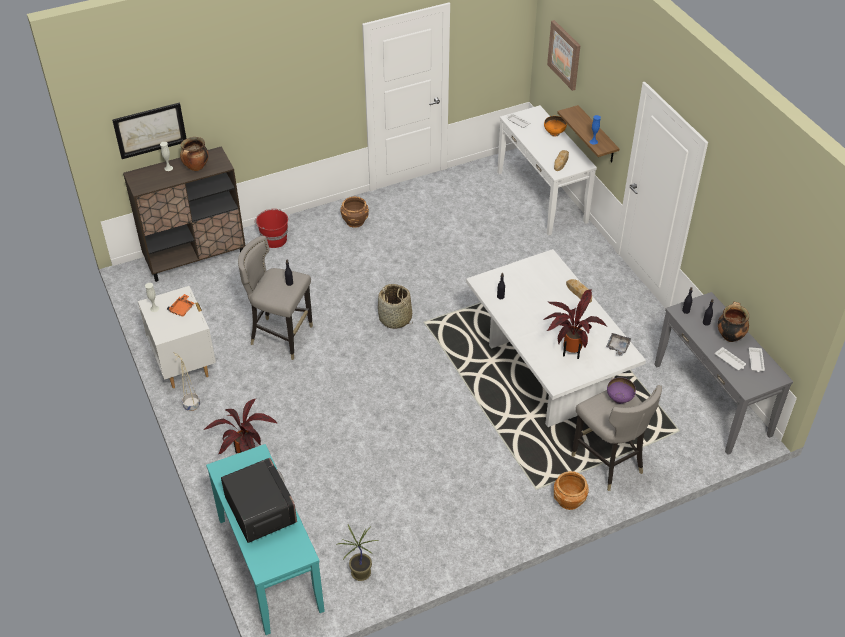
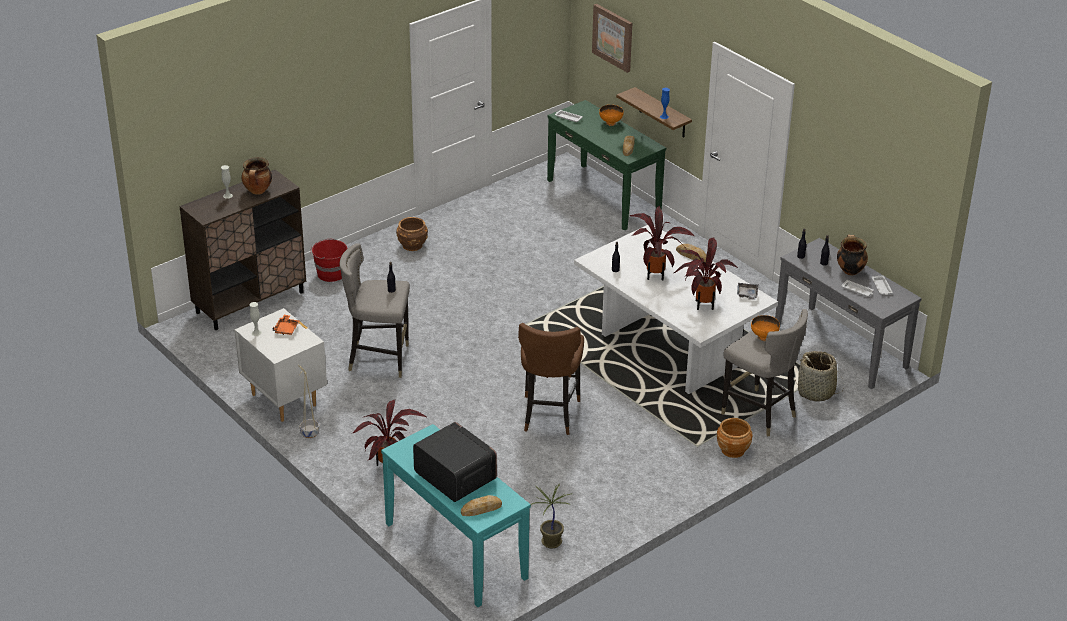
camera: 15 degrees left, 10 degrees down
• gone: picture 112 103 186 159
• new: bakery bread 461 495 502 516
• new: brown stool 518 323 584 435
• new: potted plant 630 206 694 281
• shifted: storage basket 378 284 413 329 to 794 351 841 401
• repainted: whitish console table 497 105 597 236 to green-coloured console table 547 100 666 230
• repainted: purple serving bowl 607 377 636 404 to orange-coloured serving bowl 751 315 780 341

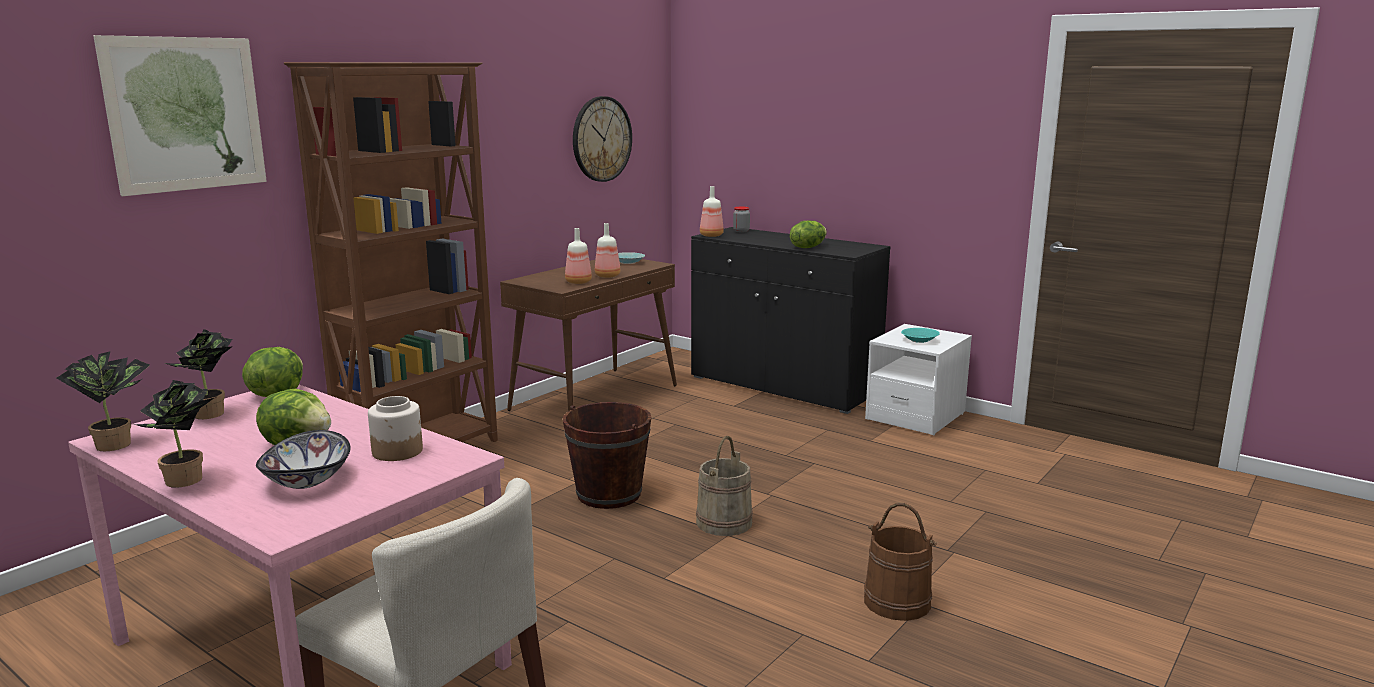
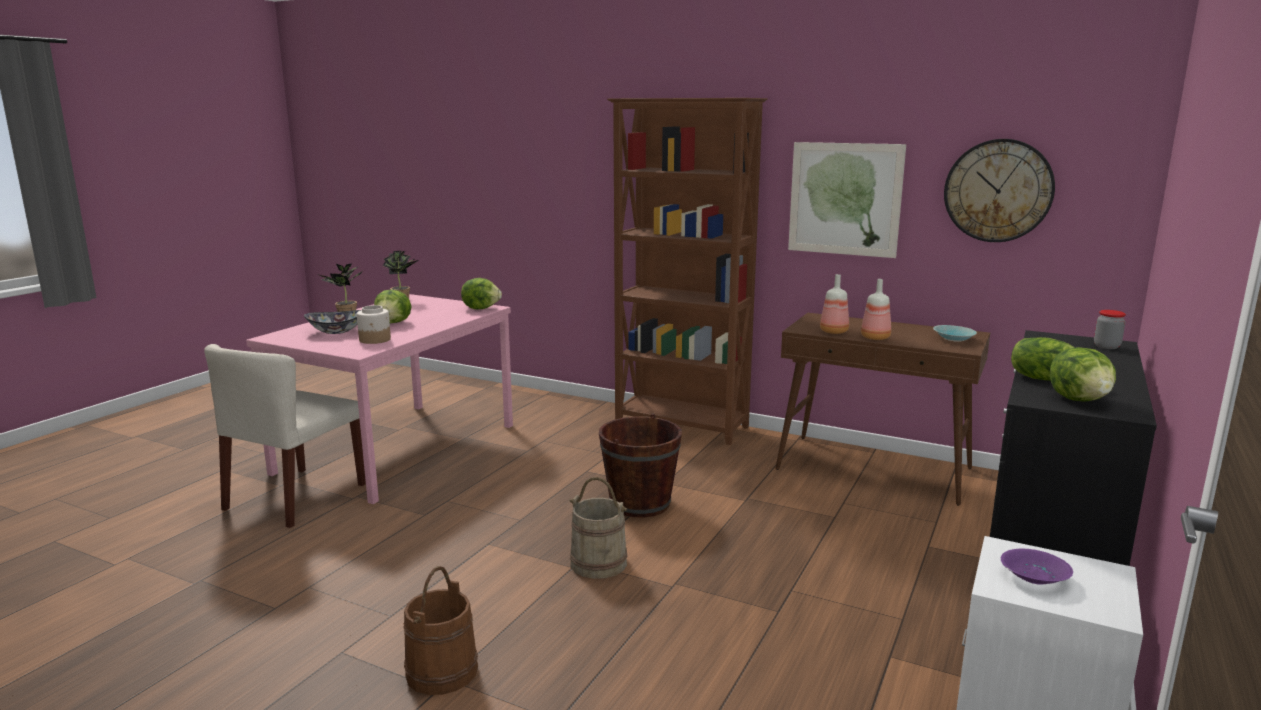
camera: 80 degrees right, 0 degrees up
• gone: potted plant 165 329 233 419
• gone: beverage bottle 700 186 724 237
• new: lettuce 1050 347 1116 402
• shifted: picture 94 35 267 196 to 788 142 906 258
• repainted: turquoise-coloured serving bowl 901 328 940 343 to purple serving bowl 1001 549 1073 584

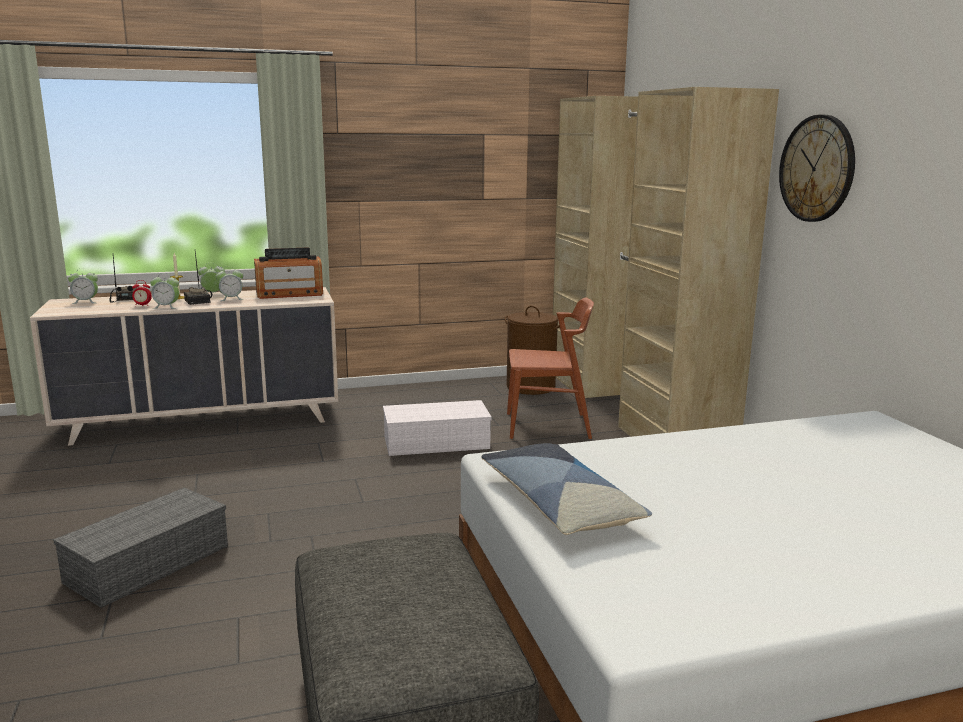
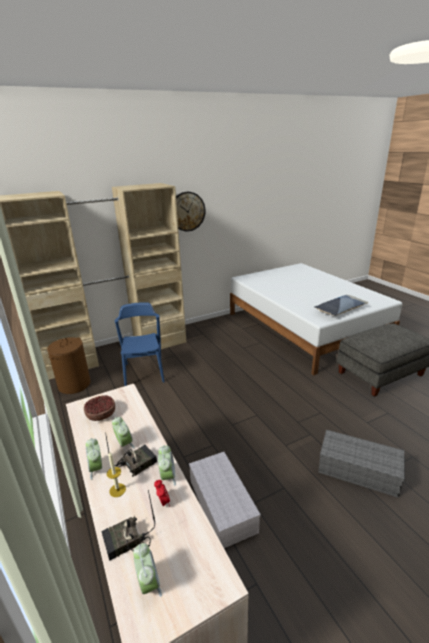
camera: 100 degrees left, 10 degrees up
• shifted: whitish storage bin 383 400 492 456 to 189 452 261 548
• swapped: radio 254 247 323 299 to serving bowl 84 395 115 421
• repainted: brown upright chair 507 297 594 439 to blue-coloured upright chair 115 302 165 386

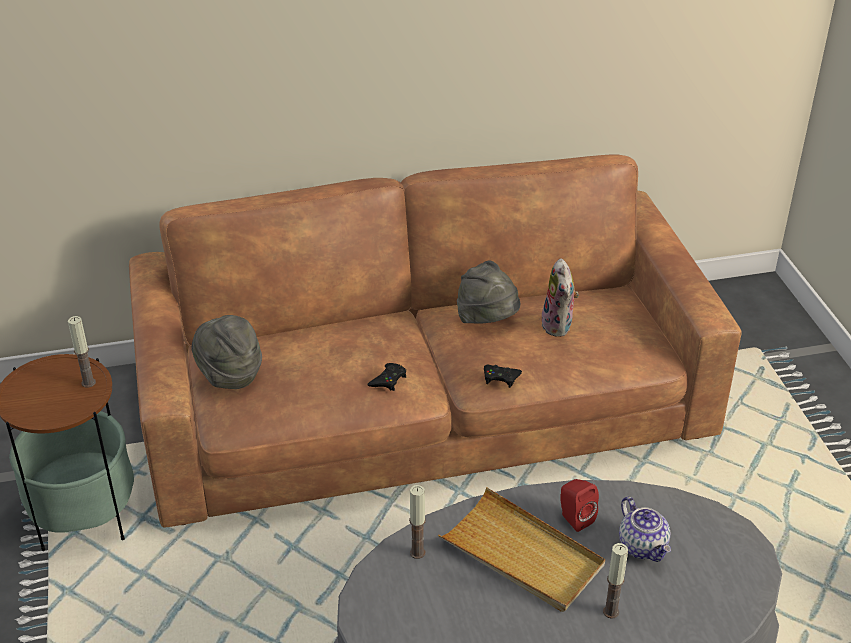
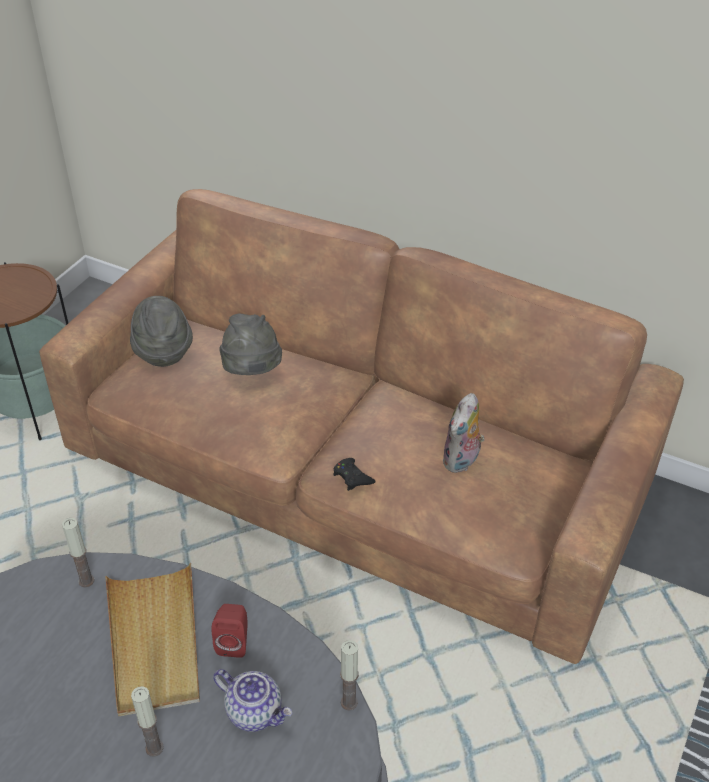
camera: 40 degrees right, 5 degrees up
• gone: black joypad 367 363 406 391
• shifted: wax light 68 316 96 388 to 340 640 359 710
• shifted: gray hat 457 260 521 324 to 219 314 282 375
• rotated: tea pot 619 497 671 562 = 213 669 292 732 75 degrees counterclockwise

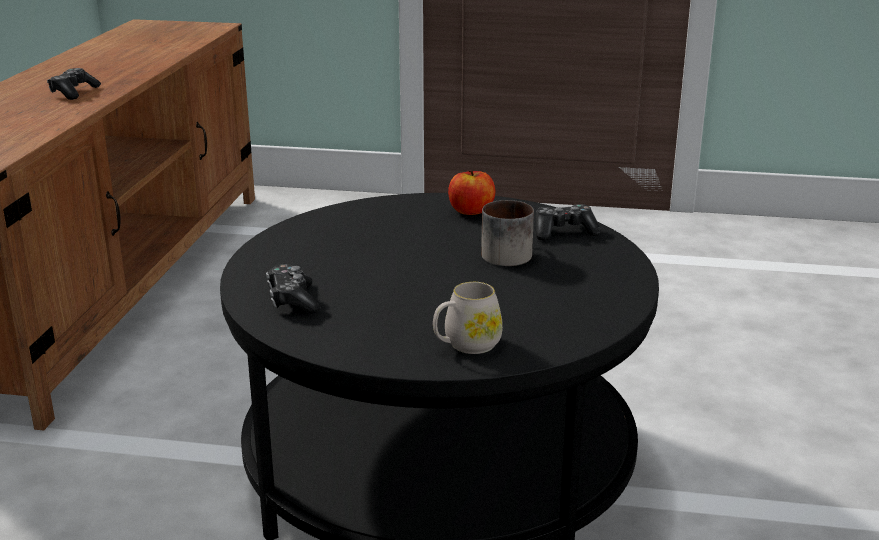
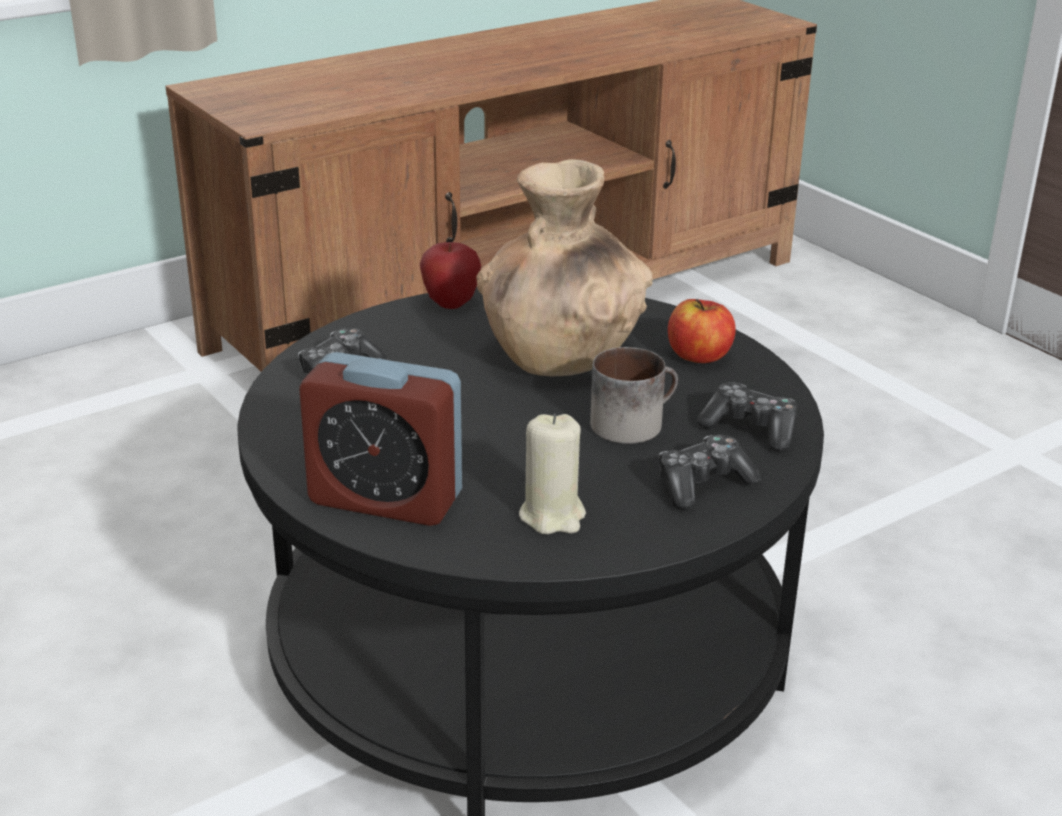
camera: 45 degrees right, 5 degrees up
• new: apple fruit 420 242 481 309
• new: brown flower vase 477 159 653 376
• new: beige wax light 519 414 586 535
• shifted: joypad 47 68 101 100 to 659 435 761 510
• swapped: whitish tea mug 433 282 503 354 to bedside clock 299 352 462 526

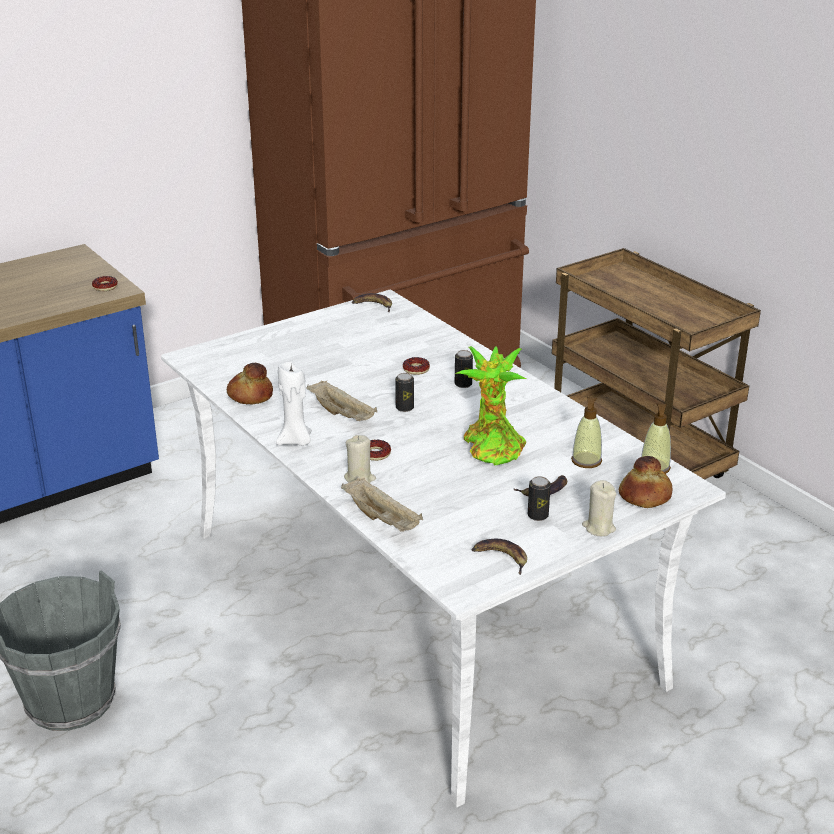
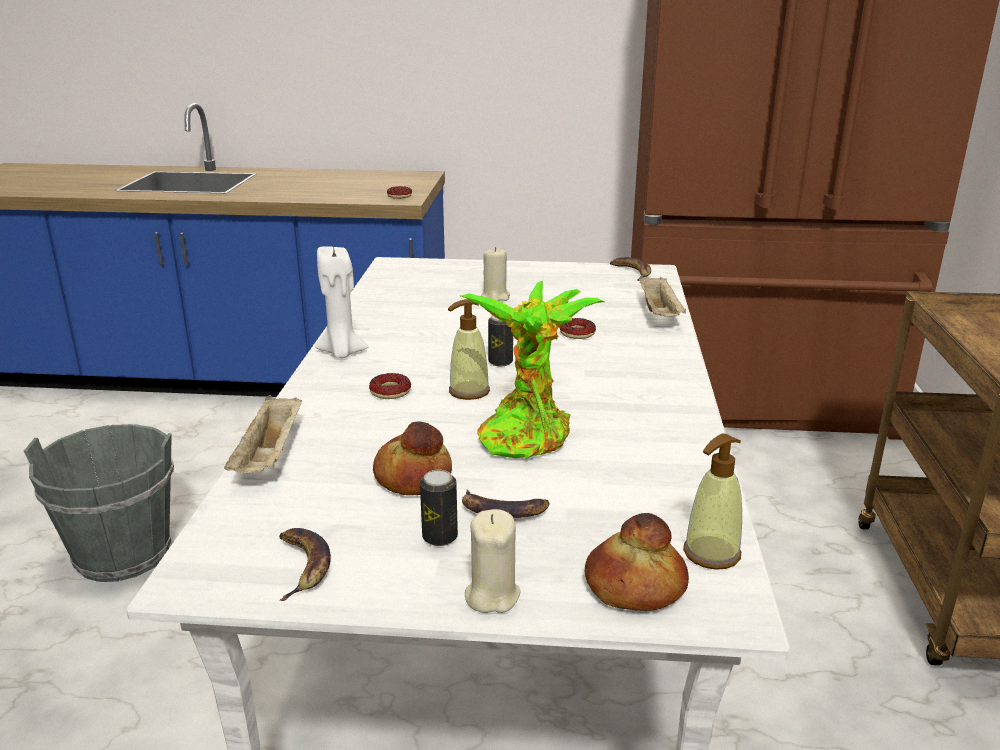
camera: 40 degrees right, 5 degrees down
• gone: can 455 350 473 388
• shifted: bakery bread 227 363 273 404 to 373 422 452 495
• shifted: beige tray 306 380 377 421 to 639 275 686 316
• shifted: beige wax light 344 435 376 483 to 481 247 510 301
• shifted: soap bottle 571 397 602 468 to 448 299 490 400

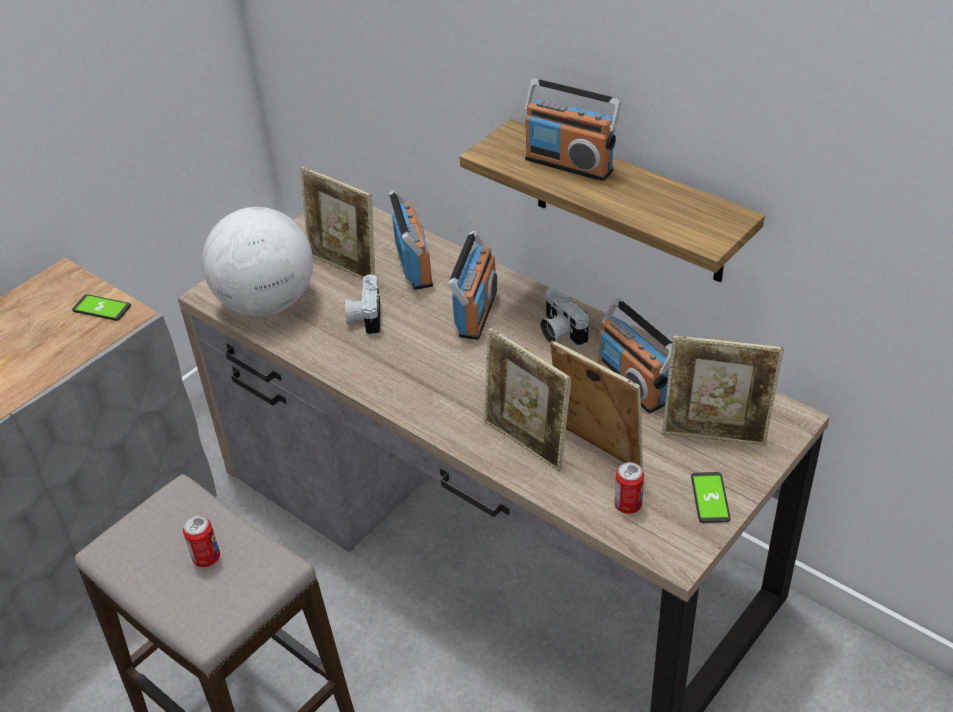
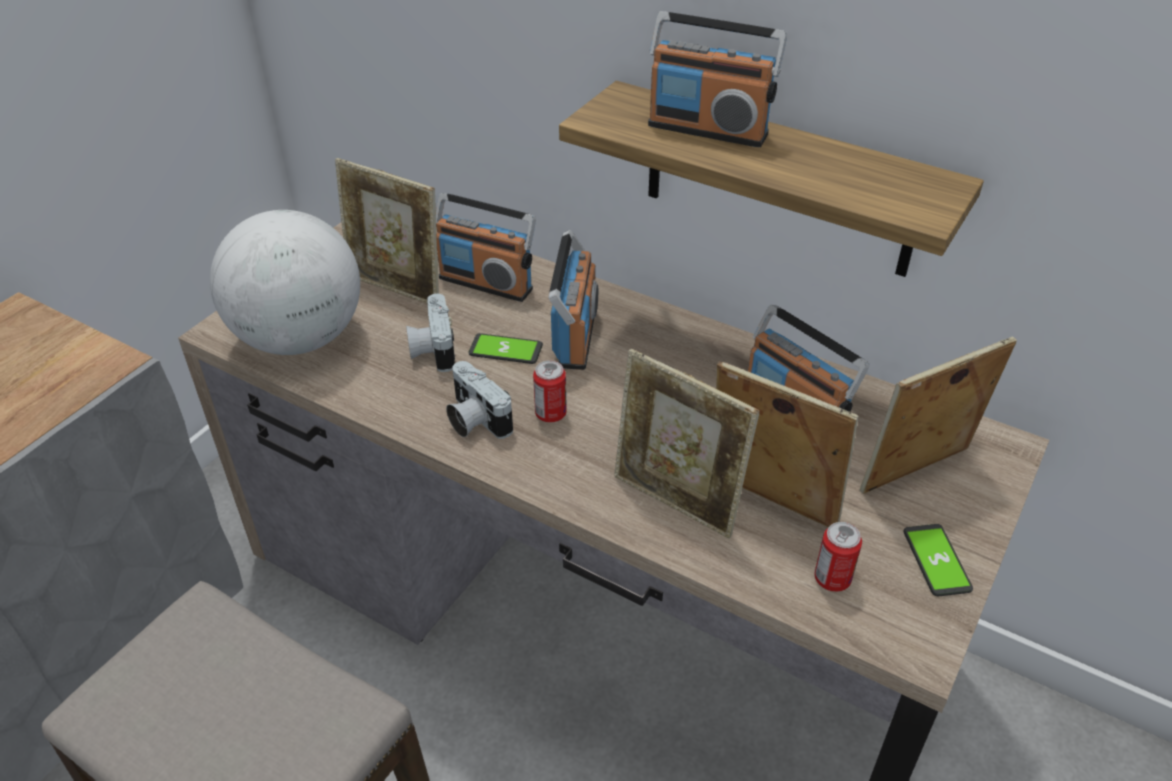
camera: 10 degrees left, 0 degrees up
• shifted: phone 72 294 131 321 to 468 333 543 364
• shifted: can 183 515 220 567 to 533 360 567 422
• shifted: still camera 540 289 589 346 to 446 361 513 439
• rotated: radio 389 190 433 290 = 436 193 536 302 135 degrees clockwise
• rotated: standing frame 662 335 784 446 = 859 337 1017 494 150 degrees clockwise

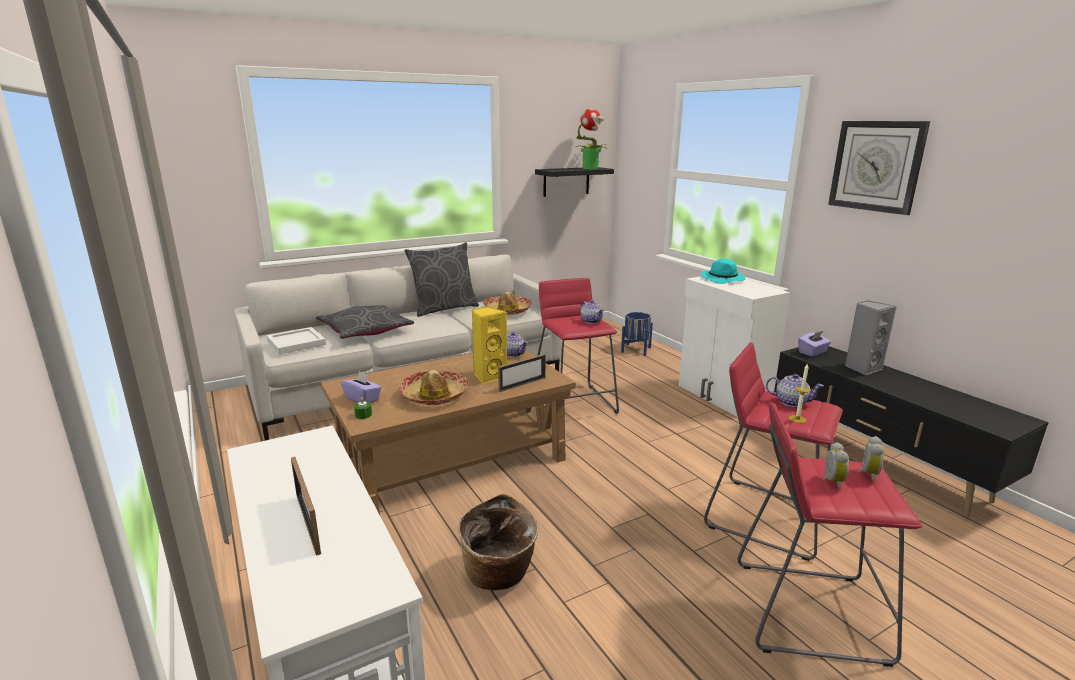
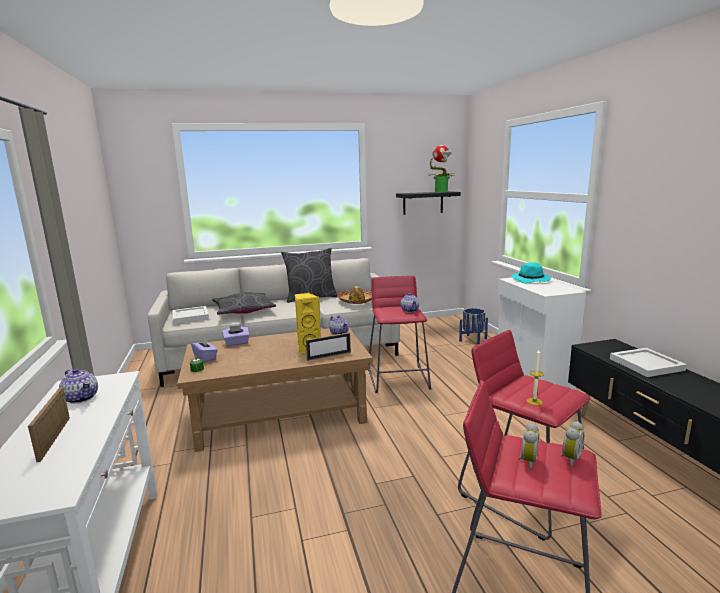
camera: 15 degrees right, 5 degrees down
• gone: hat 398 370 469 405
• gone: storage basket 458 494 538 590
• gone: wall clock 828 121 930 215
• shifted: tea pot 766 374 824 407 to 59 369 98 404
• shifted: purple tissue holder 798 331 831 357 to 222 325 250 346
• swapped: gray speaker 845 300 897 375 to whitish tray 610 348 687 377

